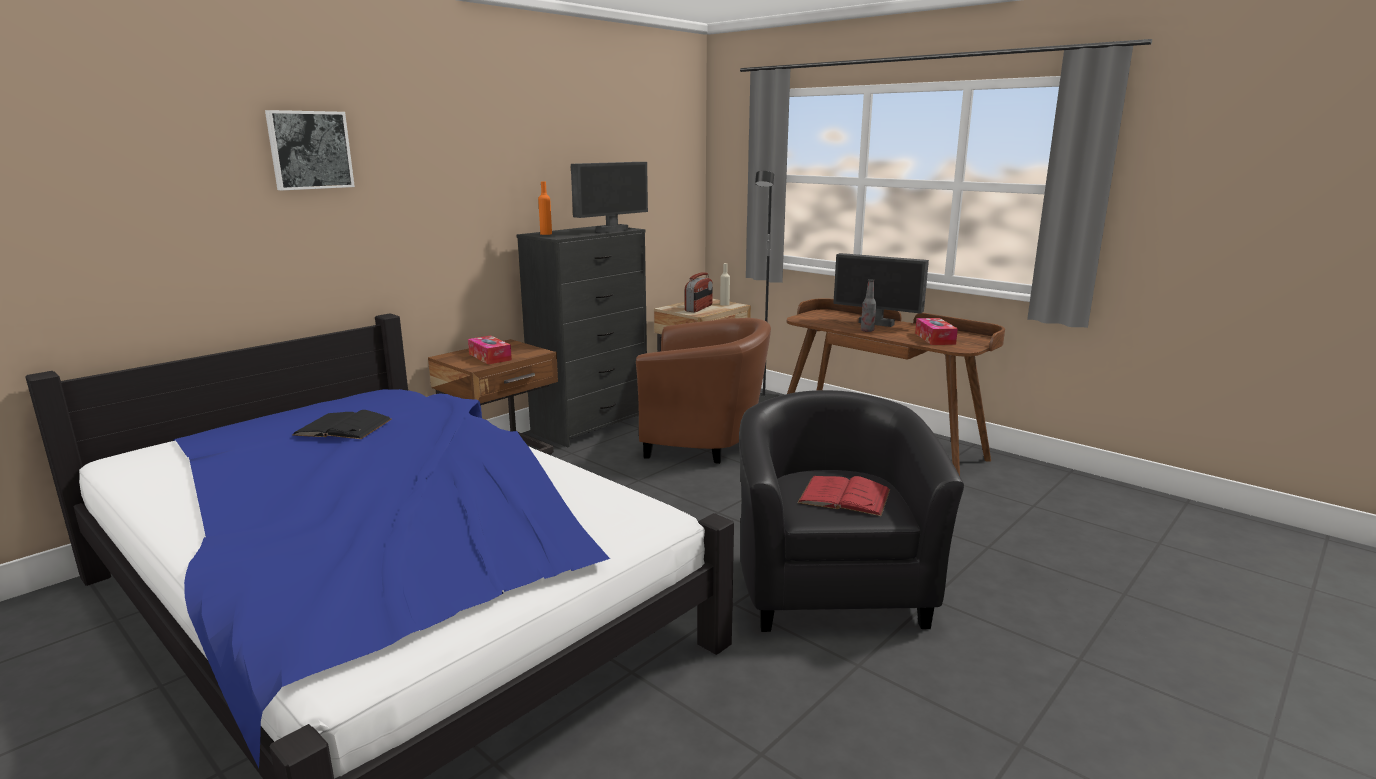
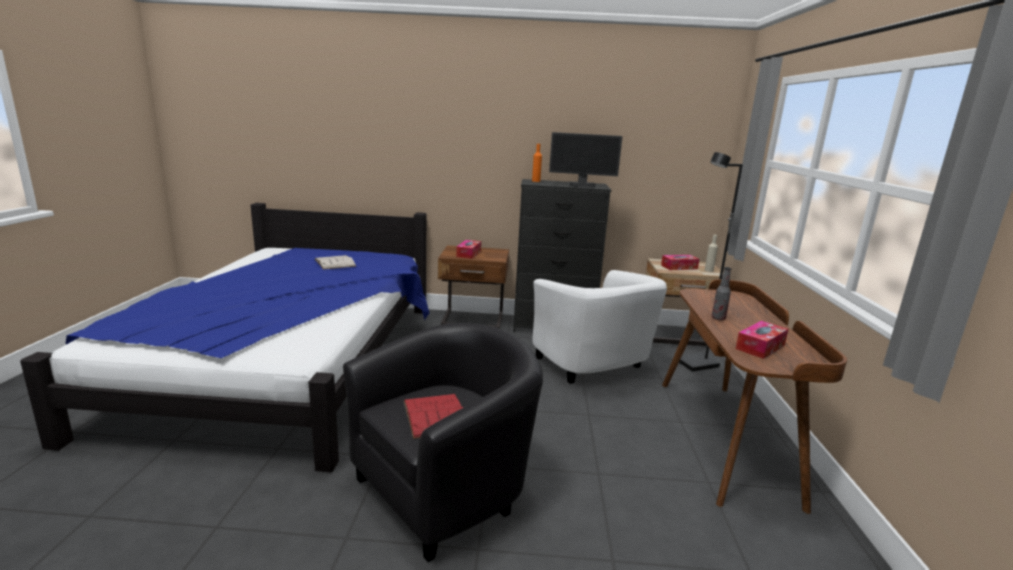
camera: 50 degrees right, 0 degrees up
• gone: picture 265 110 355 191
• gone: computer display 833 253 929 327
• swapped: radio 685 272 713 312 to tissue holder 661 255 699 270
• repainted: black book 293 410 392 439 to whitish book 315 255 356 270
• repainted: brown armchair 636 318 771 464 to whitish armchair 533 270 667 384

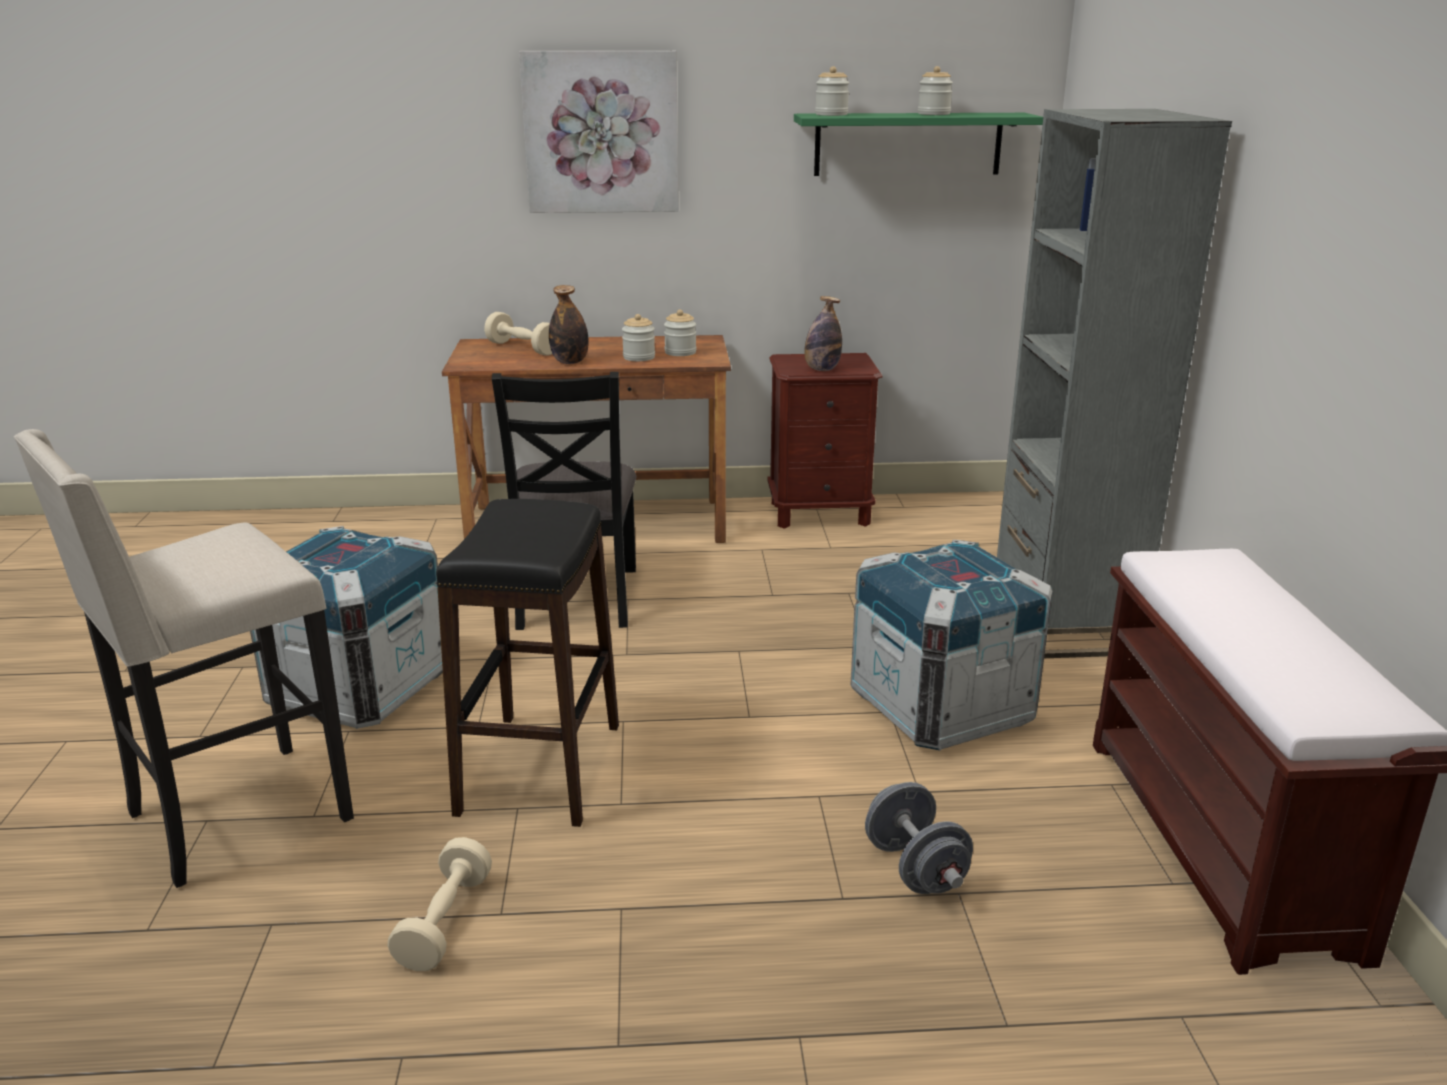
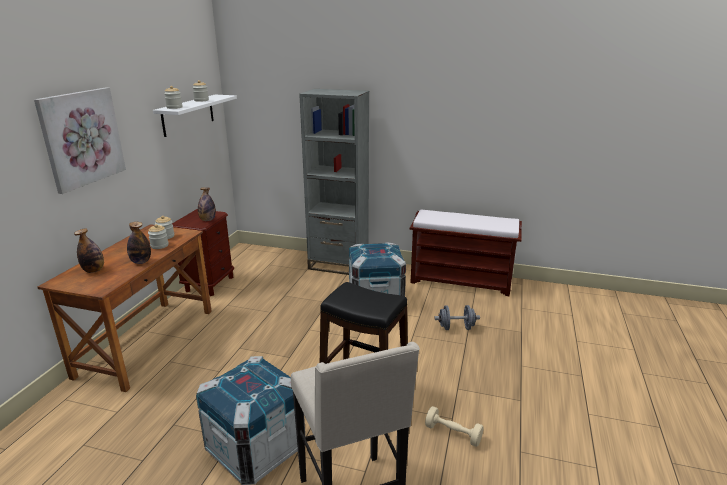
camera: 70 degrees left, 0 degrees up
• gone: black upright chair 492 372 636 630
• swapped: beige dumbbell 484 312 552 355 to beverage bottle 74 228 104 273
• repainted: green-coloured shelf 794 113 1043 176 to whitish shelf 153 95 237 137

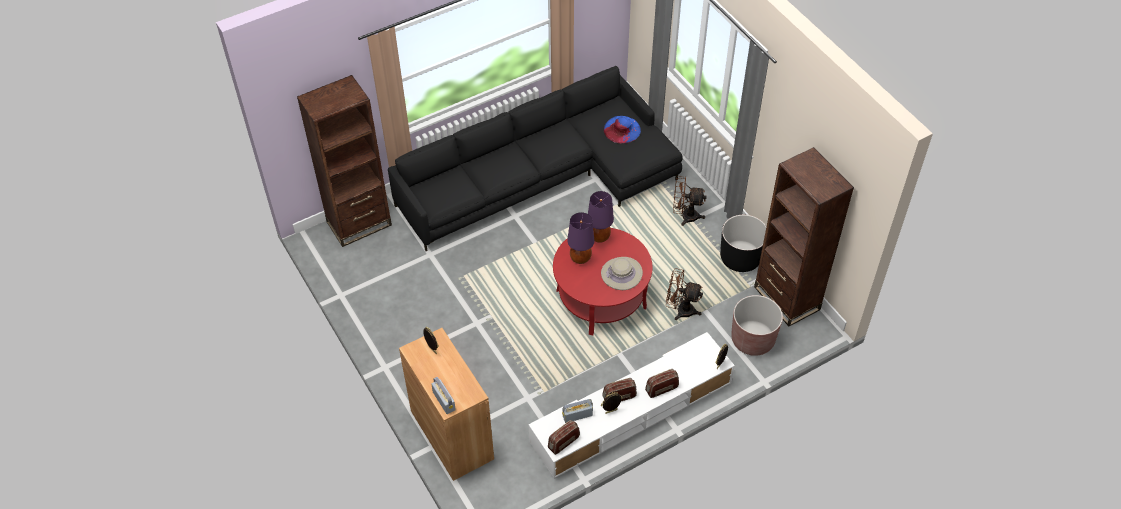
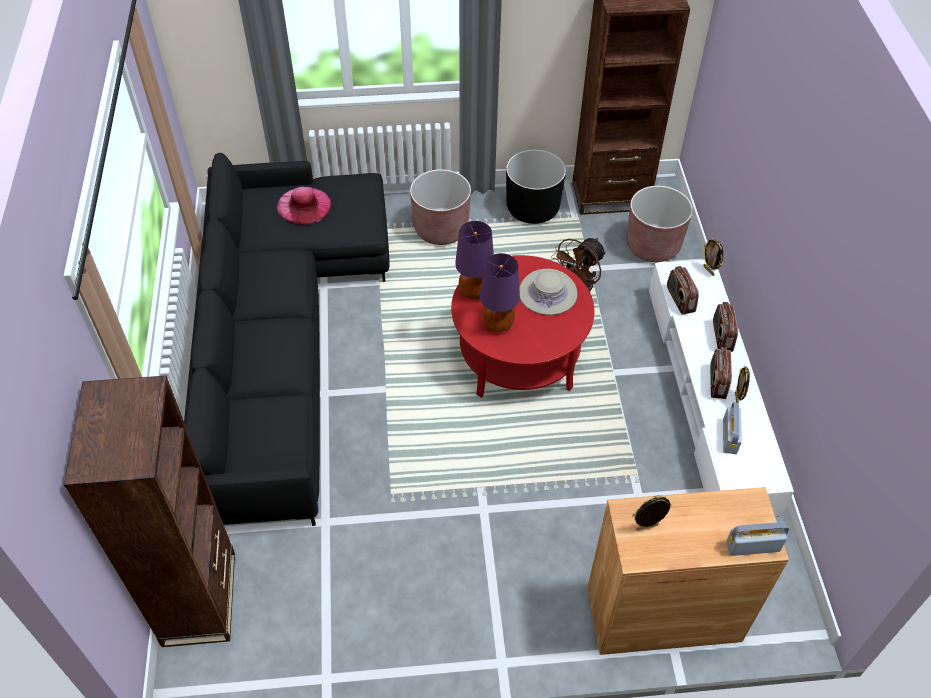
camera: 65 degrees left, 0 degrees up
• shifted: radio 548 420 580 455 to 667 266 699 315
• swapped: brown fan 673 176 707 226 to brown plant pot 410 169 471 245
• repainted: blue-coloured hat 604 116 641 143 to pink hat 277 187 331 225

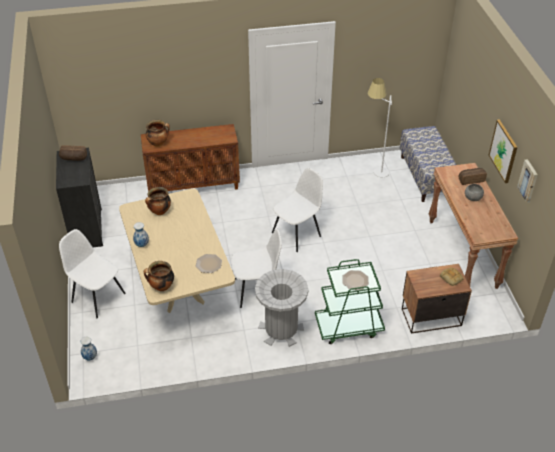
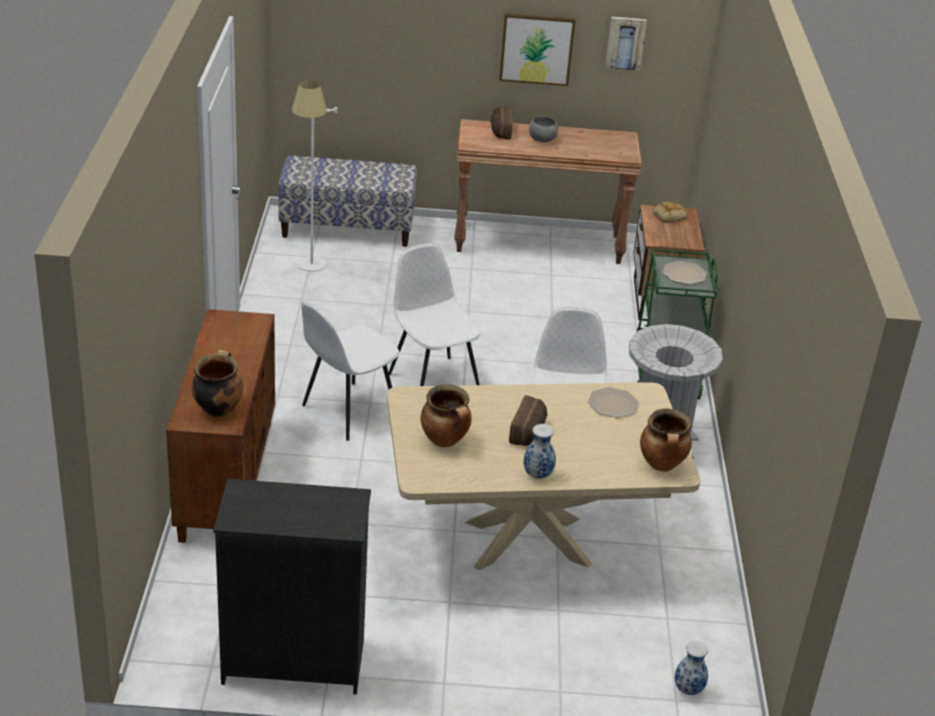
camera: 80 degrees left, 10 degrees down
• shifted: bakery bread 59 145 87 161 to 509 395 547 446
• shifted: whitish upright chair 59 229 125 318 to 301 302 400 441

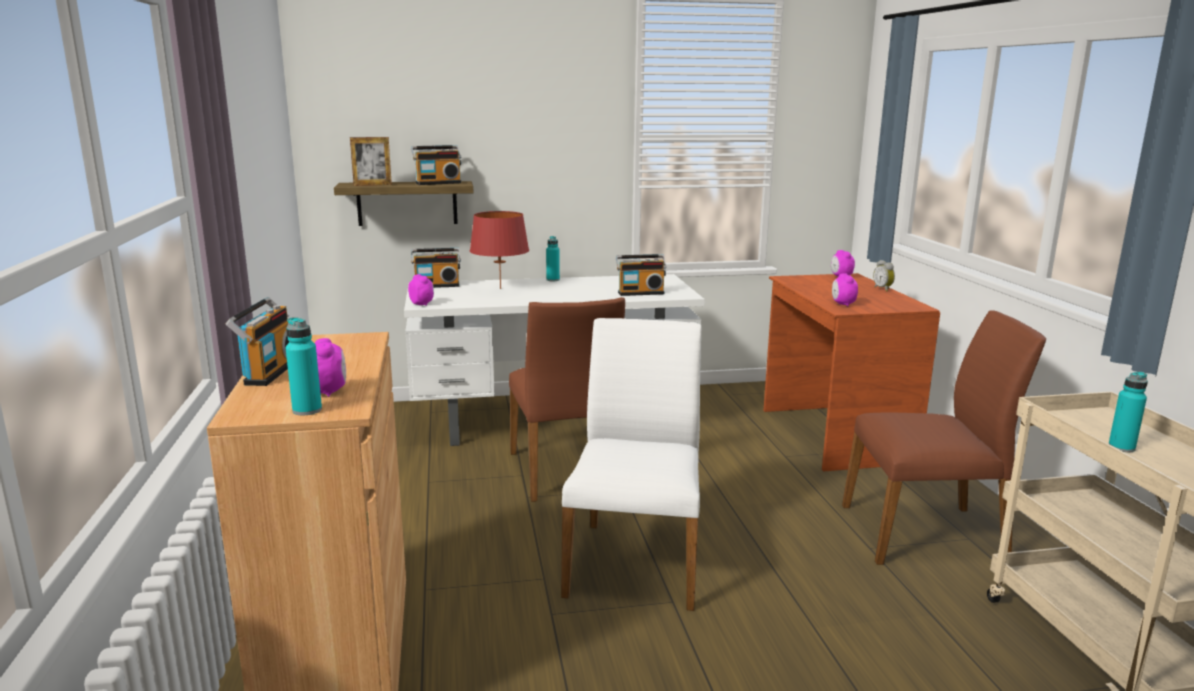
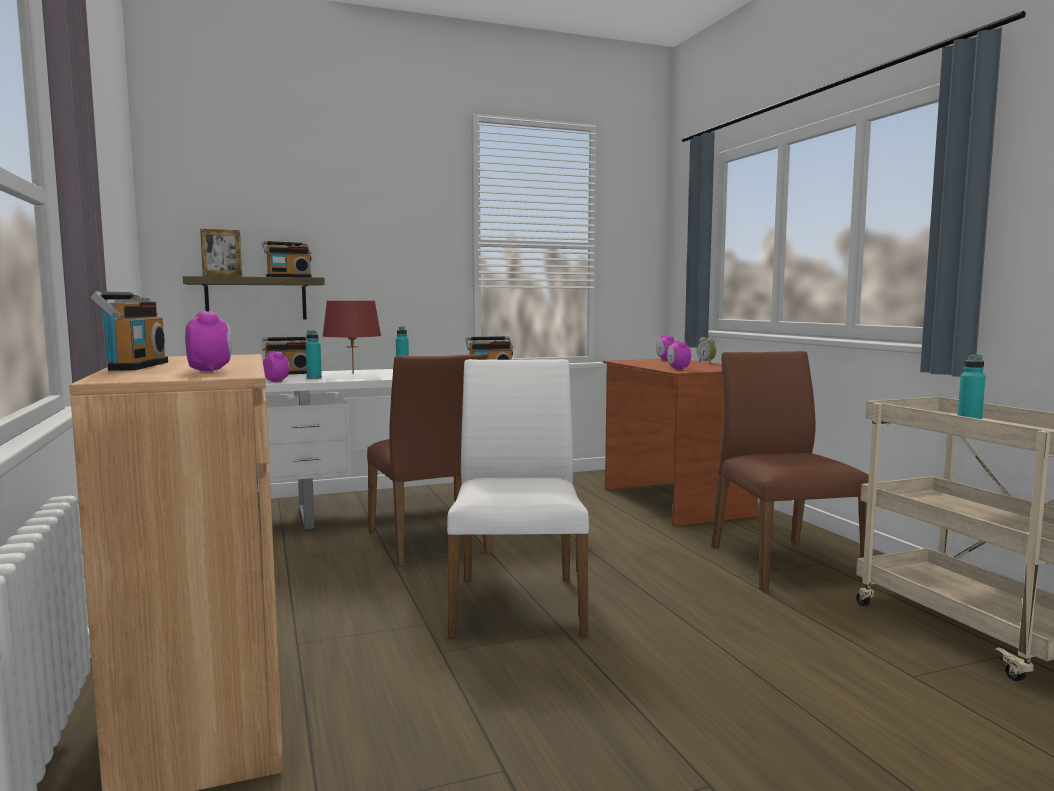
camera: 10 degrees left, 10 degrees down
• shifted: turquoise-coloured beverage bottle 286 317 322 415 to 306 330 322 379
• rotated: brown upright chair 842 310 1046 565 = 711 351 869 591 90 degrees counterclockwise

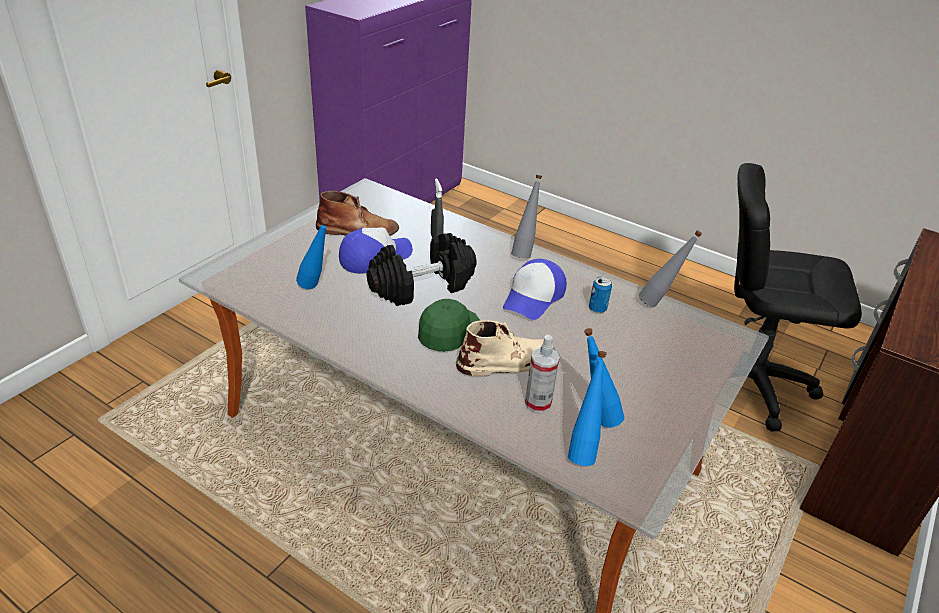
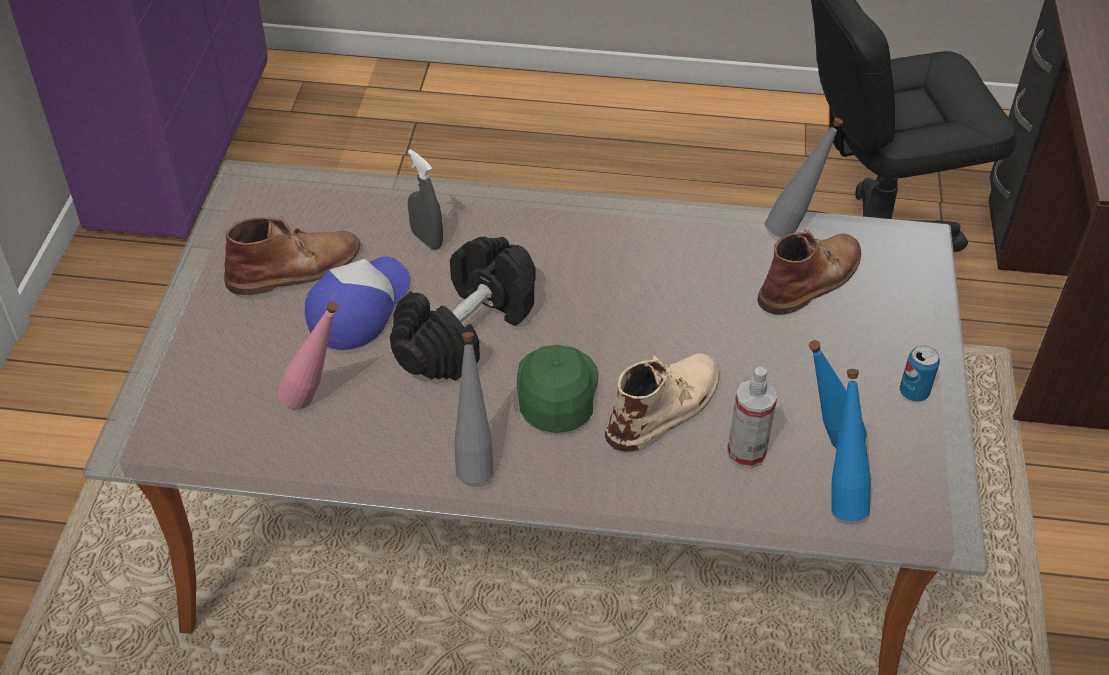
camera: 25 degrees left, 10 degrees up
• gone: peaked cap 503 259 567 320
• new: brown tall boot 757 229 861 315
• shifted: gray beverage bottle 511 175 542 259 to 454 332 493 483
• shifted: can 589 277 612 313 to 900 346 940 402
• repainted: blue-coloured beverage bottle 296 219 329 289 to pink beverage bottle 278 301 338 409

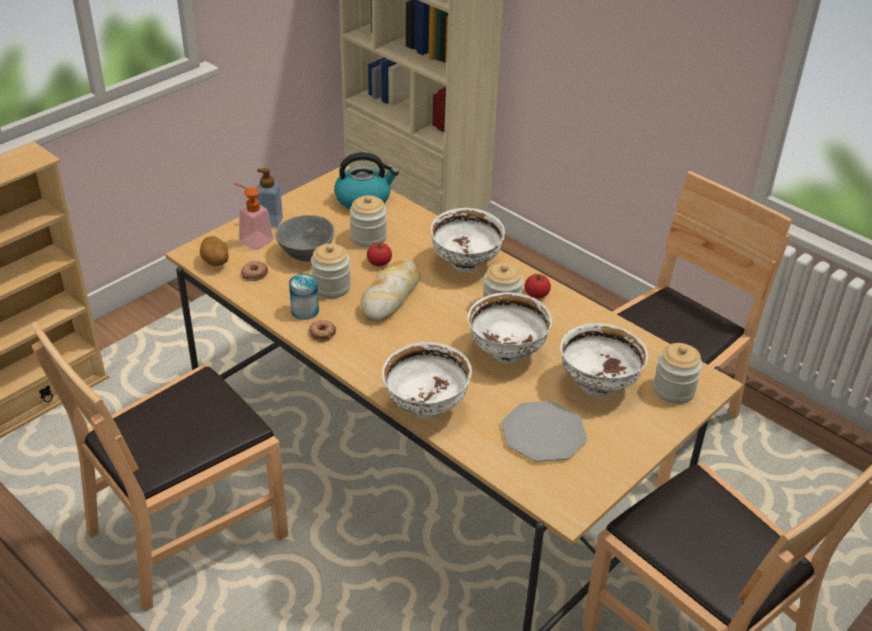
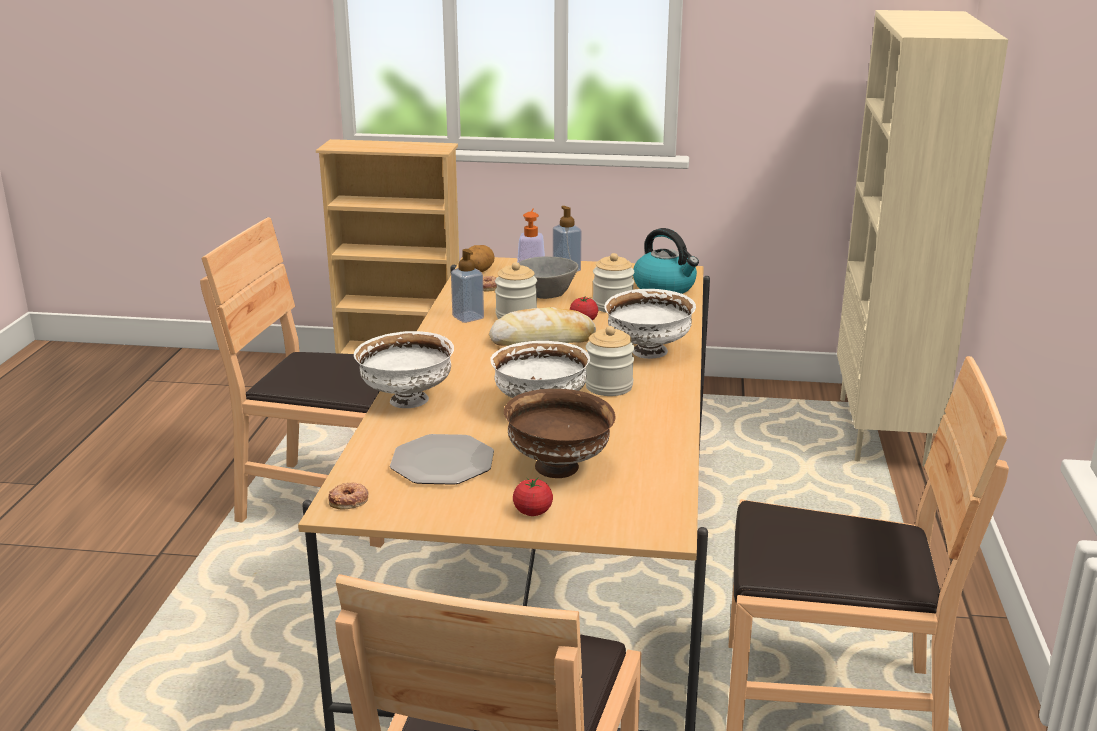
camera: 55 degrees right, 15 degrees down
• gone: storage jar 653 343 702 404
• shifted: doughnut 309 320 336 342 to 328 482 369 509
• shifted: tomato 524 274 551 298 to 513 477 553 516
• swapped: can 289 274 319 320 to soap bottle 451 249 484 323
• repainted: whitish serving bowl 560 323 648 397 to brown serving bowl 504 389 616 478

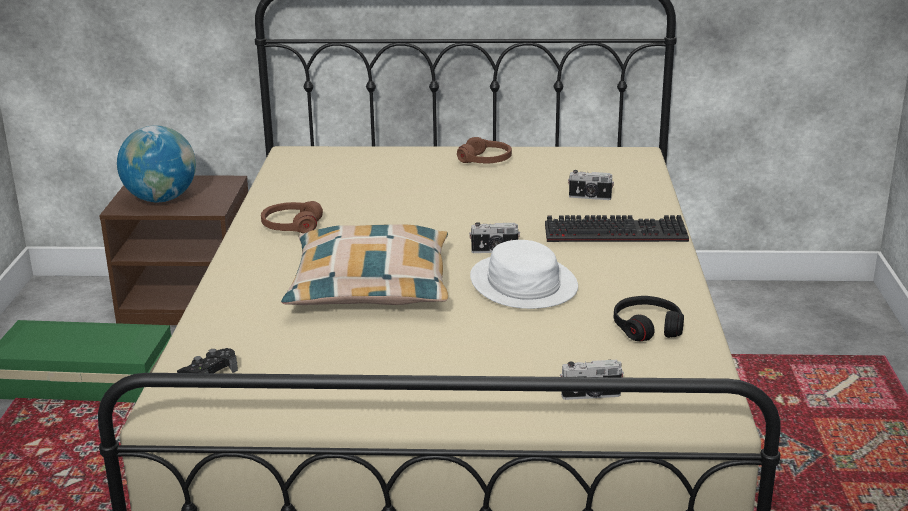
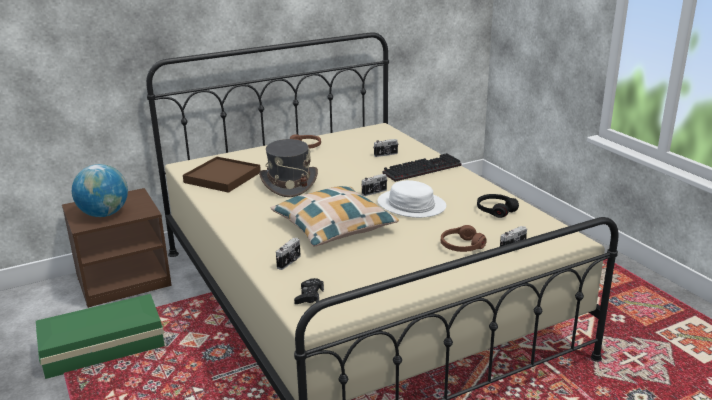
camera: 30 degrees left, 0 degrees up
• new: brown tray 183 157 261 193
• new: gray hat 259 139 318 197
• new: still camera 276 238 301 270
• shifted: brown pair of headphones 261 201 323 233 to 441 225 487 252

